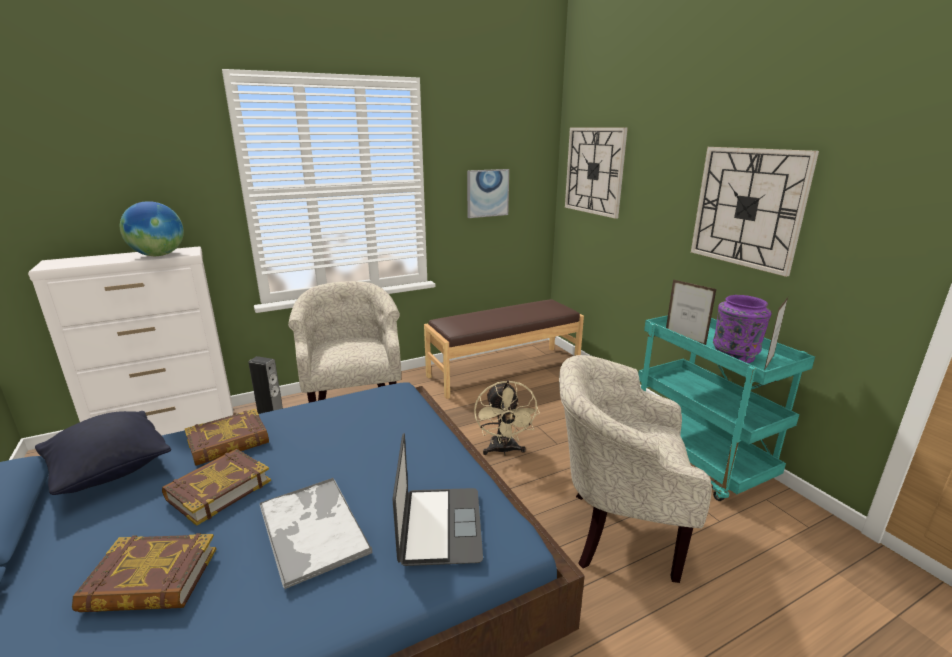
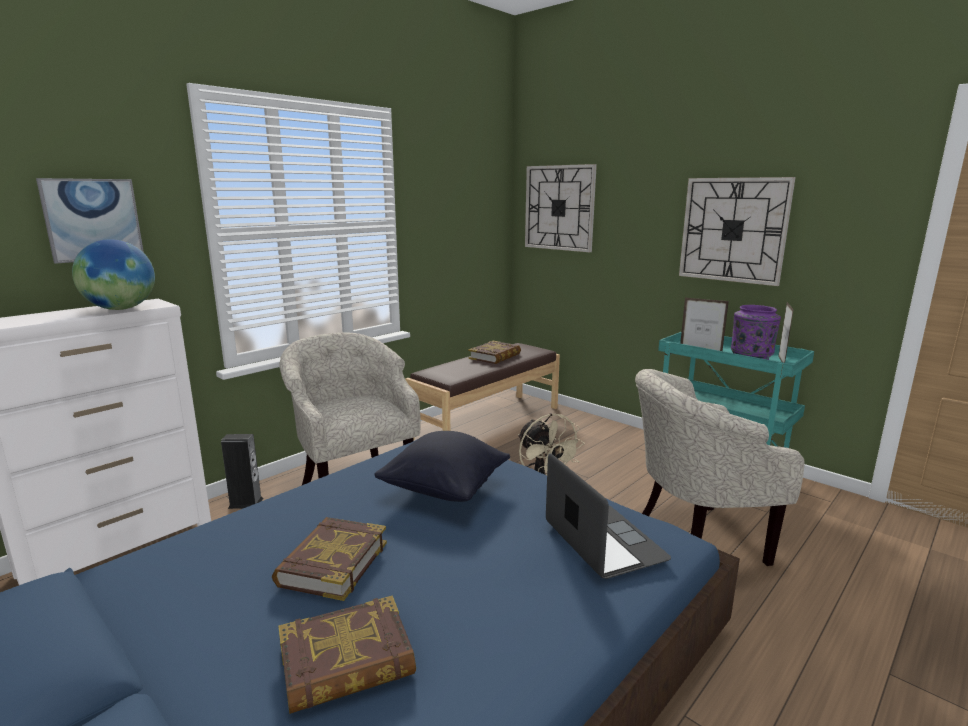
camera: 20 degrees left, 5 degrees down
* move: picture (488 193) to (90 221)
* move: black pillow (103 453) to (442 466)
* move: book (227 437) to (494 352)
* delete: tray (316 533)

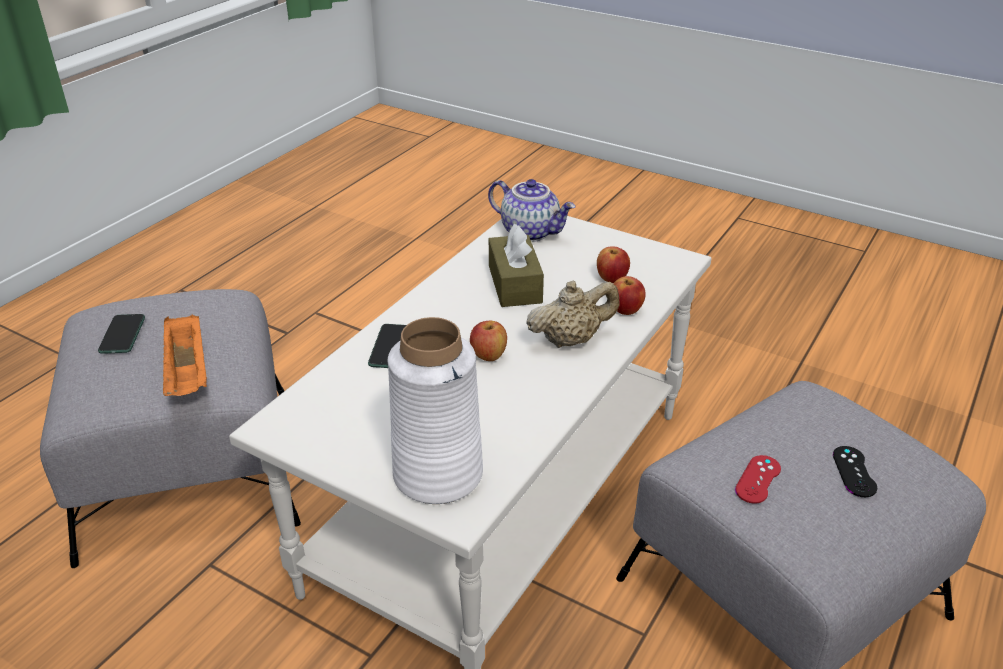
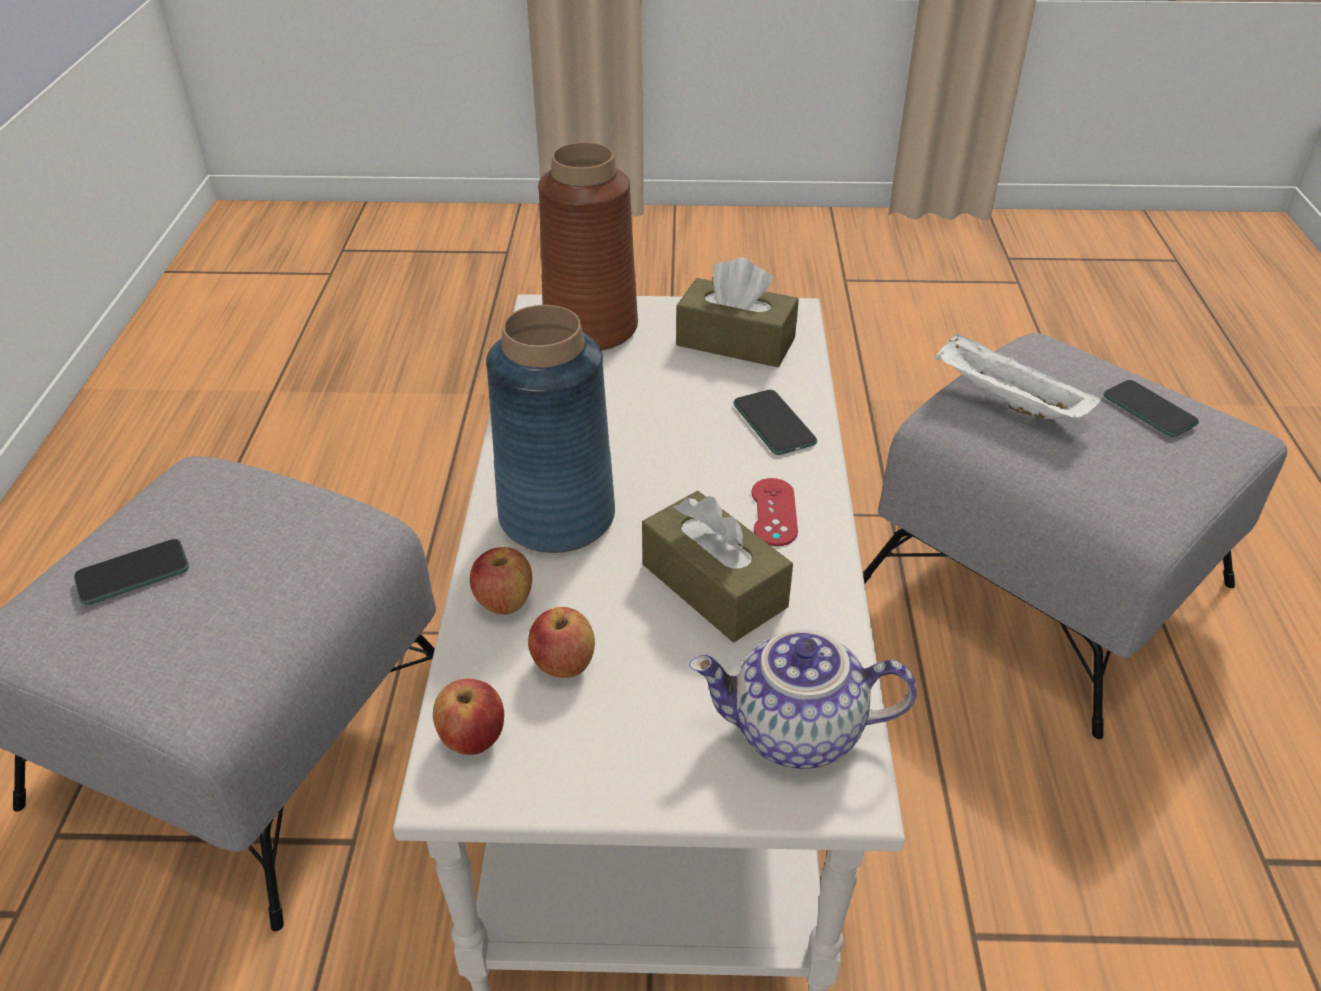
camera: 150 degrees right, 5 degrees up
* replace: black game controller (855 471) to phone (131 572)
* move: apple (488 341) to (468 717)
* replace: beige teapot (573 314) to blue vase (550 429)
* recolor: white vase (435 410) to brown vase (588 246)
* insert: brown tissue box (737 312)
* move: red game controller (758 479) to (774 512)
* recolor: orange tray (185 355) to white tray (1017 375)

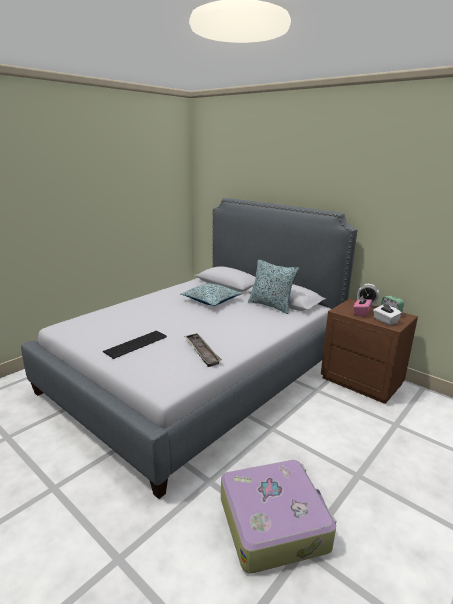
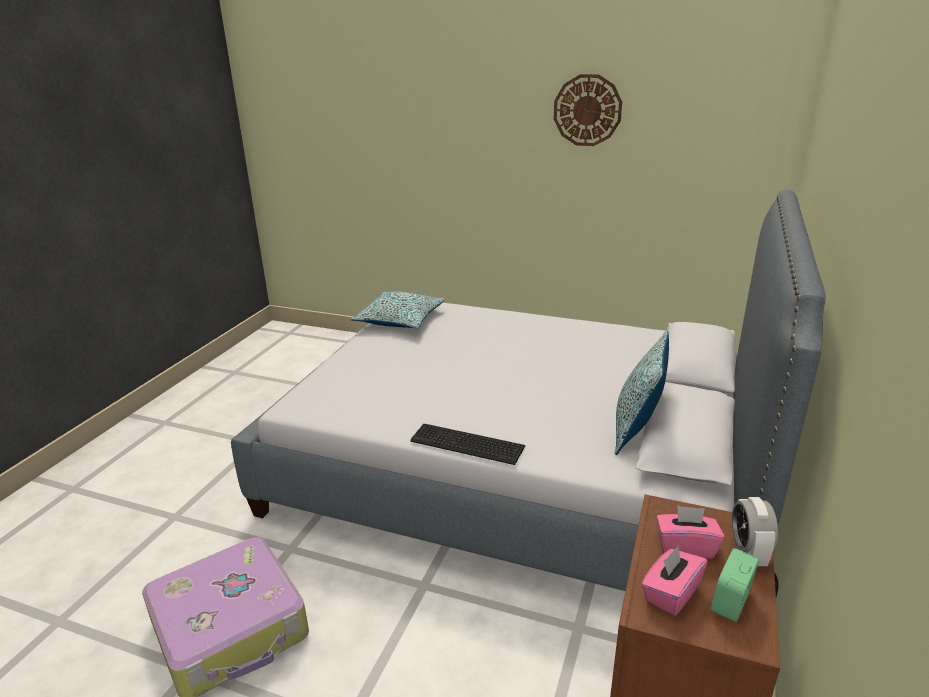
camera: 70 degrees right, 5 degrees up
* move: pillow (211 294) to (398 309)
* move: keyboard (135 345) to (467 444)
* insert: wall clock (588 110)
* recolor: white tissue box (387 314) to pink tissue box (674 581)
* delete: tray (203 350)

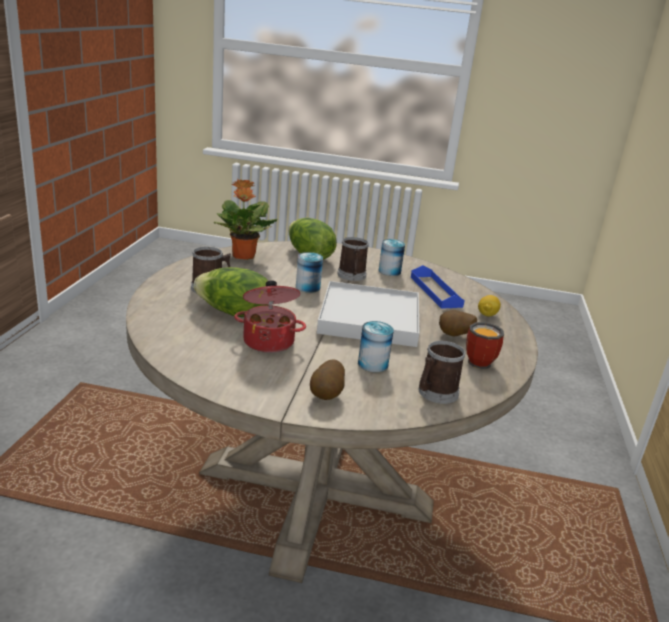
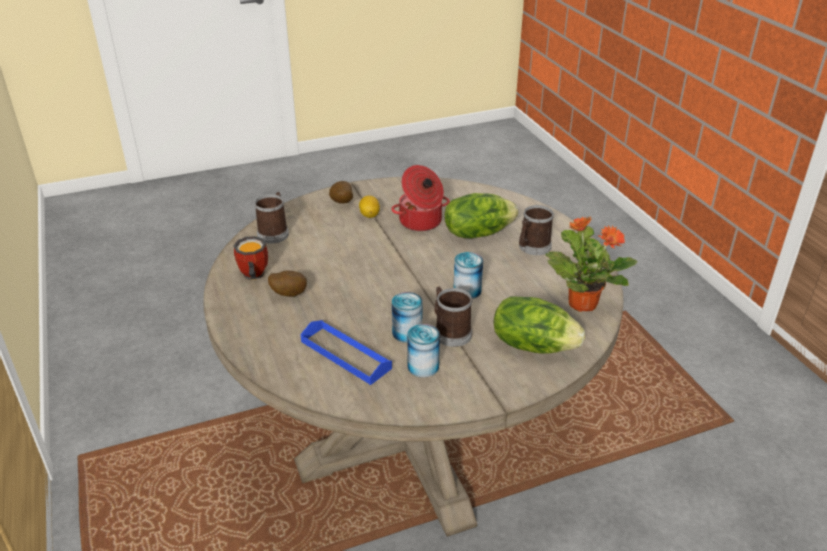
camera: 150 degrees right, 10 degrees up
* move: lemon (489 305) to (369 207)
* move: can (376 346) to (407 317)
* delete: white tray (368 314)

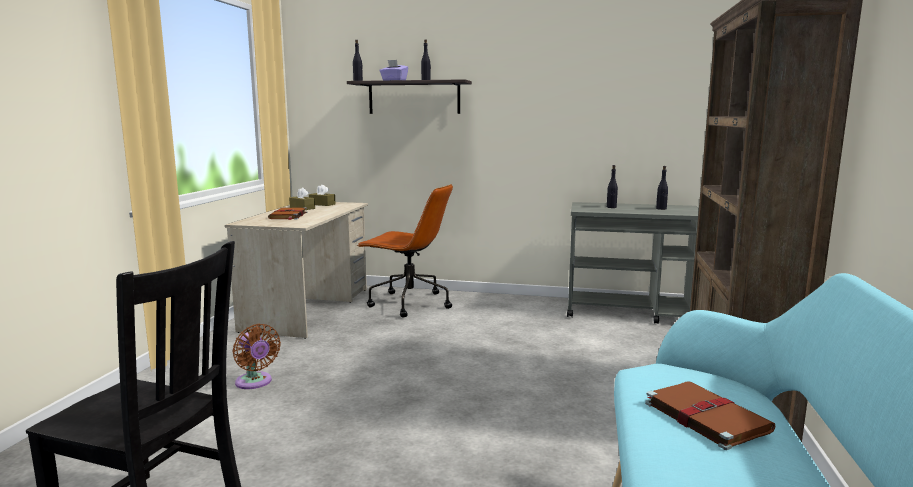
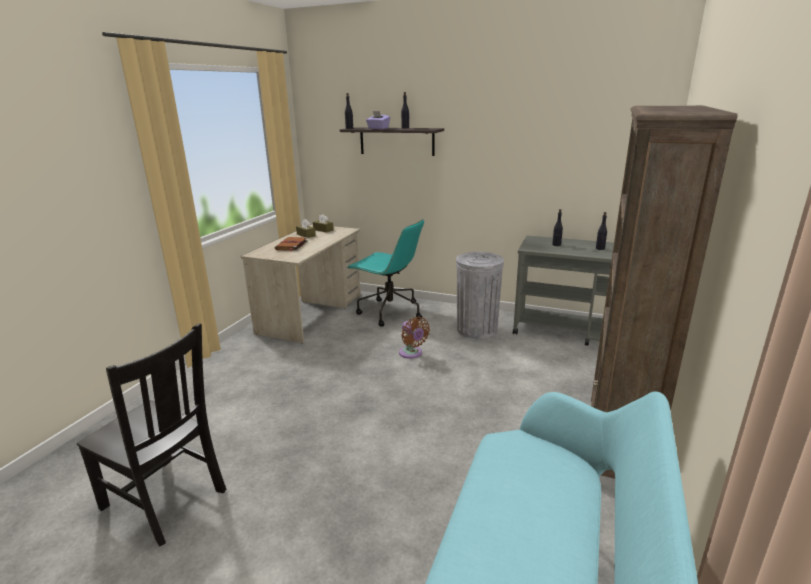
camera: 10 degrees right, 10 degrees up
* recolor: brown office chair (405 250) to turquoise office chair (385 273)
* move: brown fan (257 356) to (414 338)
* insert: grey trash can (480 295)
* delete: brown book (710 415)

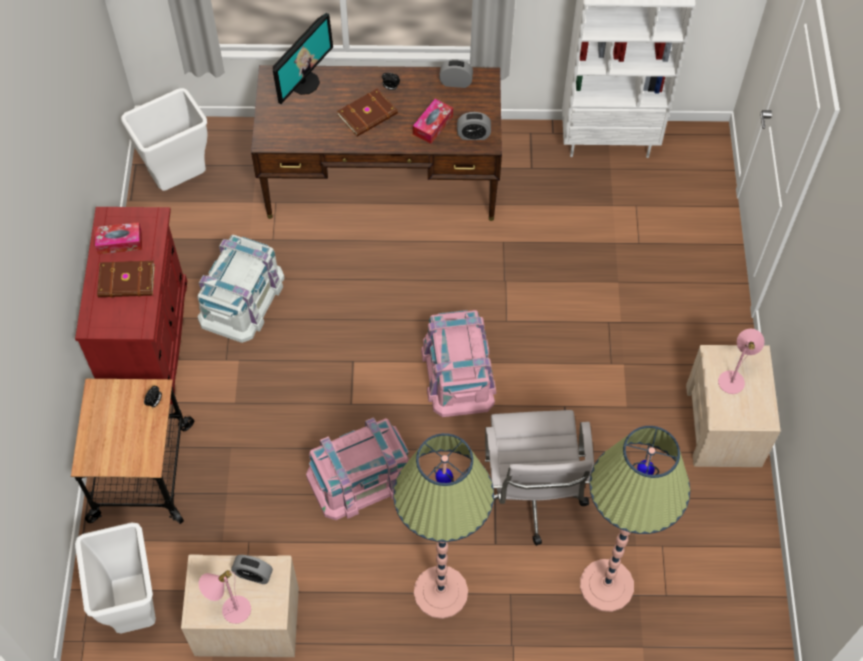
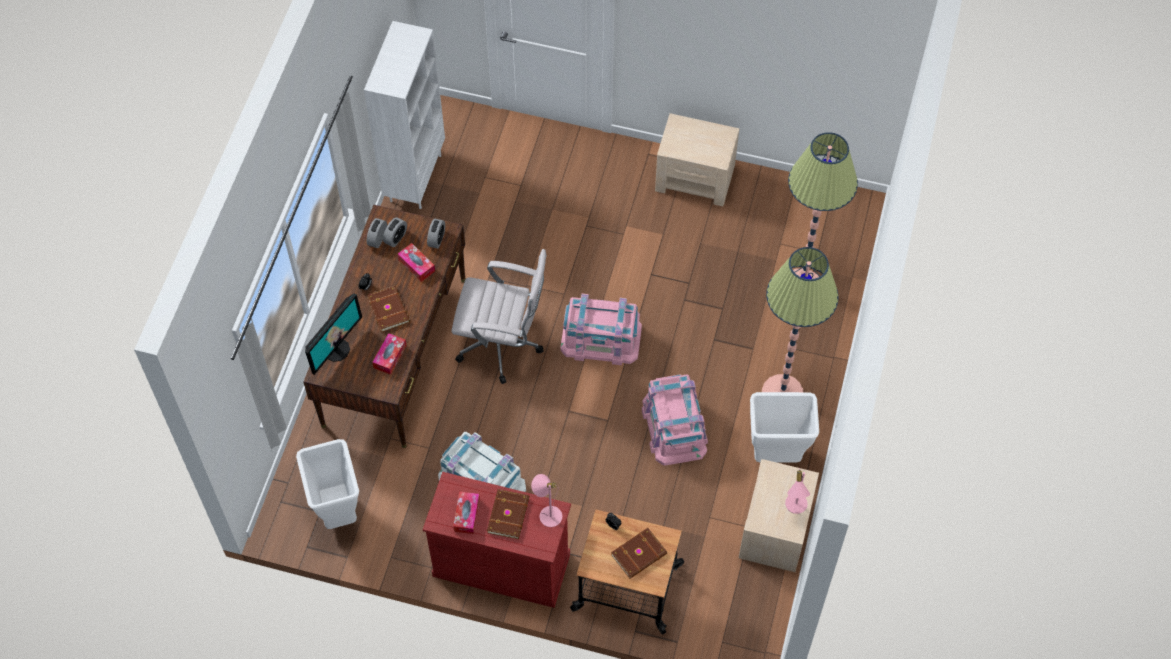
camera: 75 degrees left, 0 degrees up
* rotate: monitor (303 58) = (333 334) 75 degrees clockwise
* insert: tissue box (389 354)
* move: alarm clock (252 569) to (395 232)
* move: white office chair (539 478) to (499 316)
* move: pink table lamp (741 361) to (546 500)
* insert: brown book (639 553)
* move: white trash can (115 577) to (784 427)

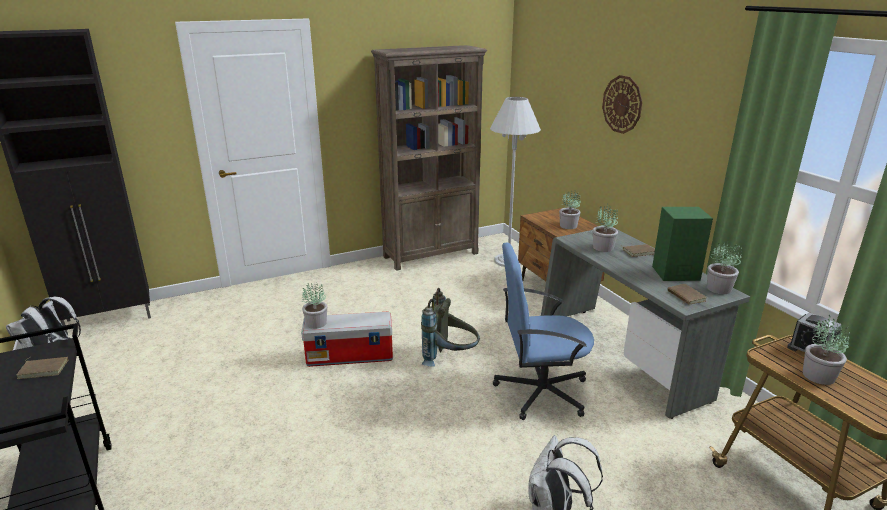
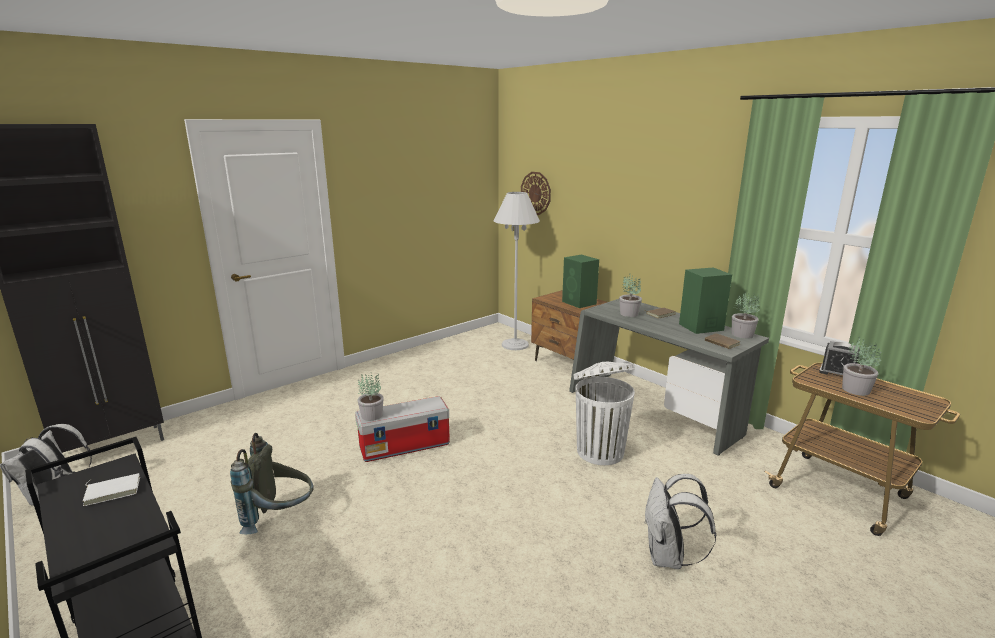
camera: 15 degrees left, 5 degrees down
* recolor: brown book (42 368) to white book (111 489)
* move: grey backpack (450 327) to (272 483)
* move: wall clock (622 104) to (536 193)
* replace: potted plant (570 210) to green speaker (580 281)
* replace: blue office chair (543 331) to white trash can (604 413)
* delete: brown bookcase (429 158)

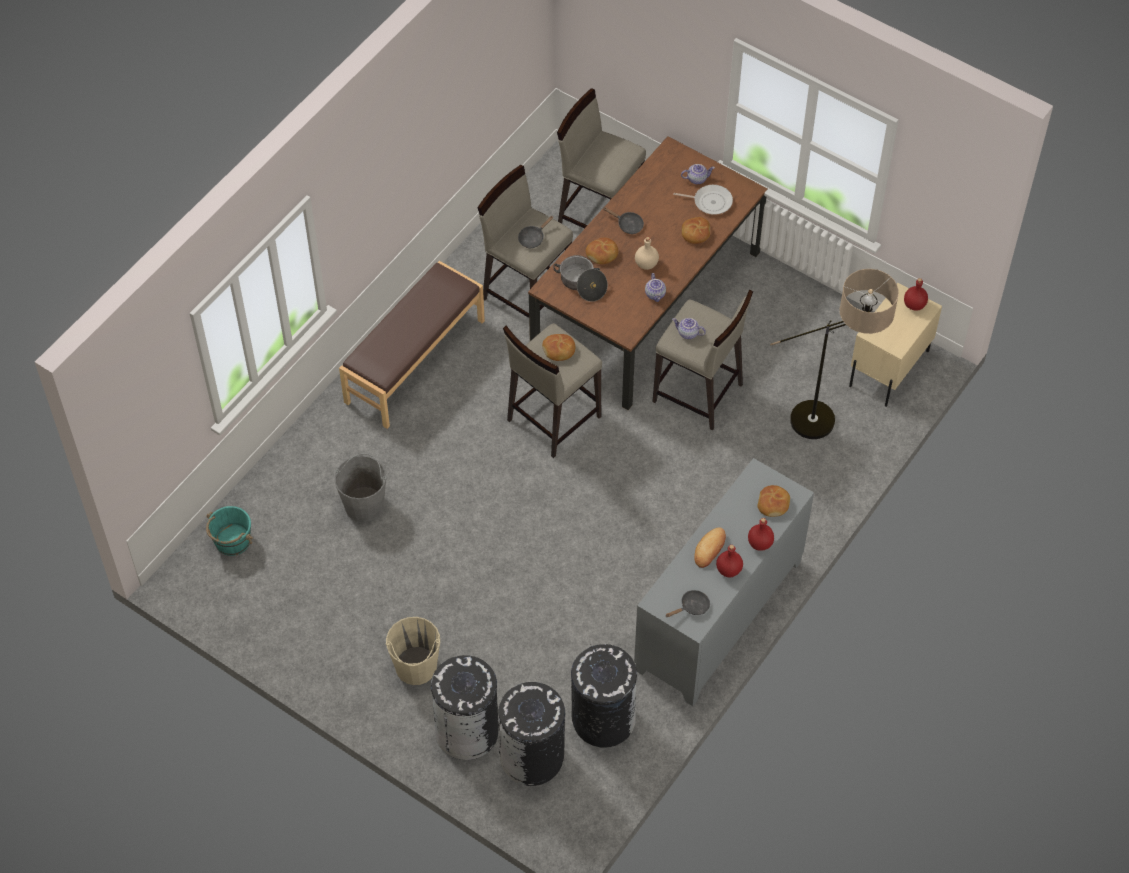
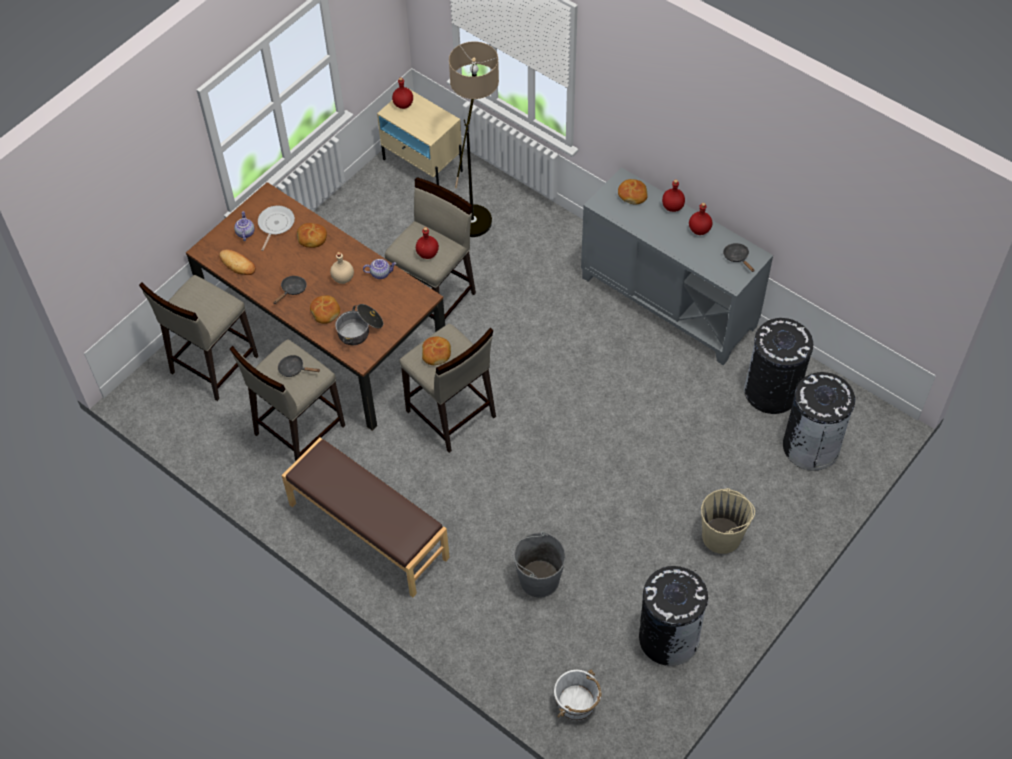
camera: 85 degrees left, 0 degrees up
* move: bread (710 547) to (237 262)
* rotate: black frying pan (535 232) = (299 366) 150 degrees clockwise
* replace: teapot (689 328) to red bottle (427 243)
* recolor: turquoise bucket (229 531) to white bucket (577 695)
* move: black trash can (465 707) to (673 616)

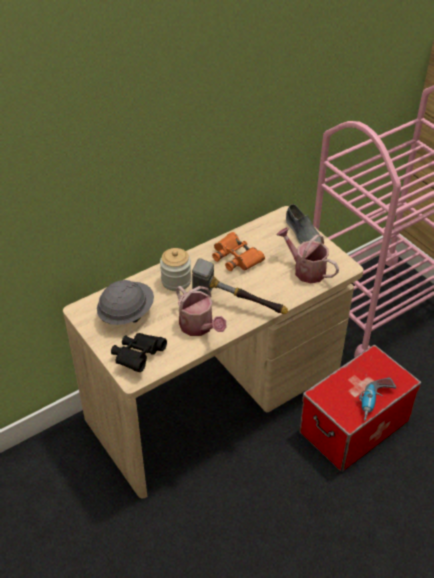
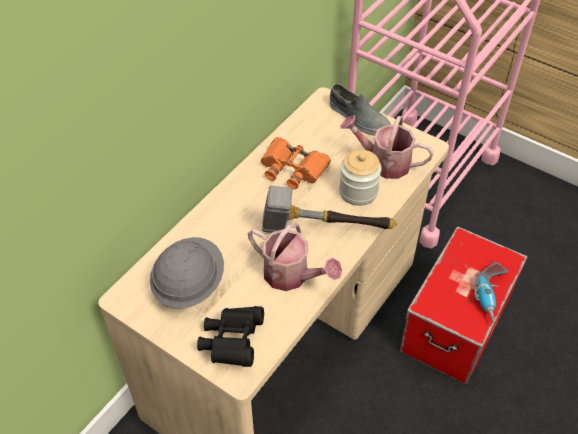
camera: 20 degrees left, 5 degrees up
* move: jar (175 269) to (360 177)

